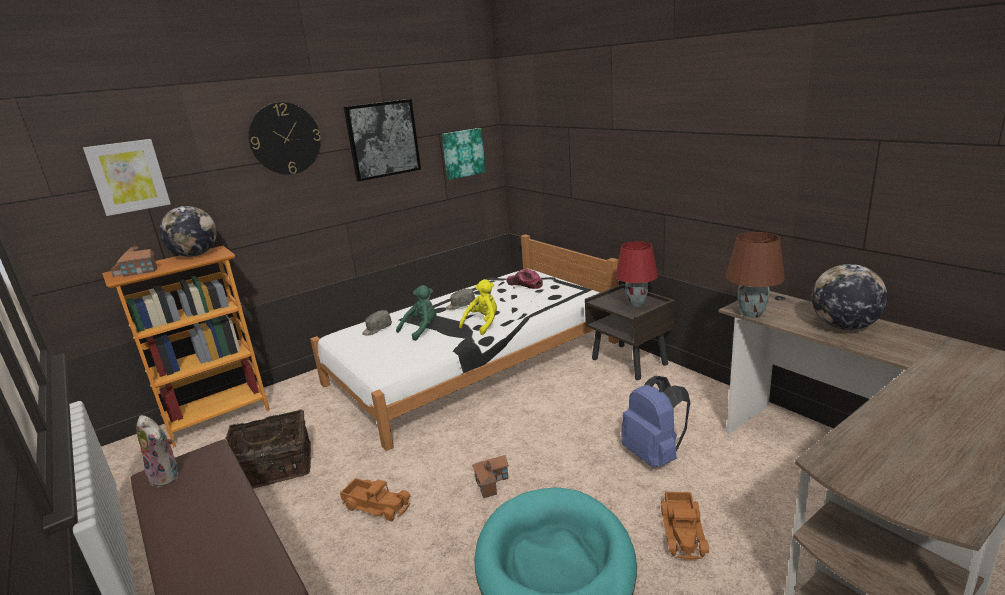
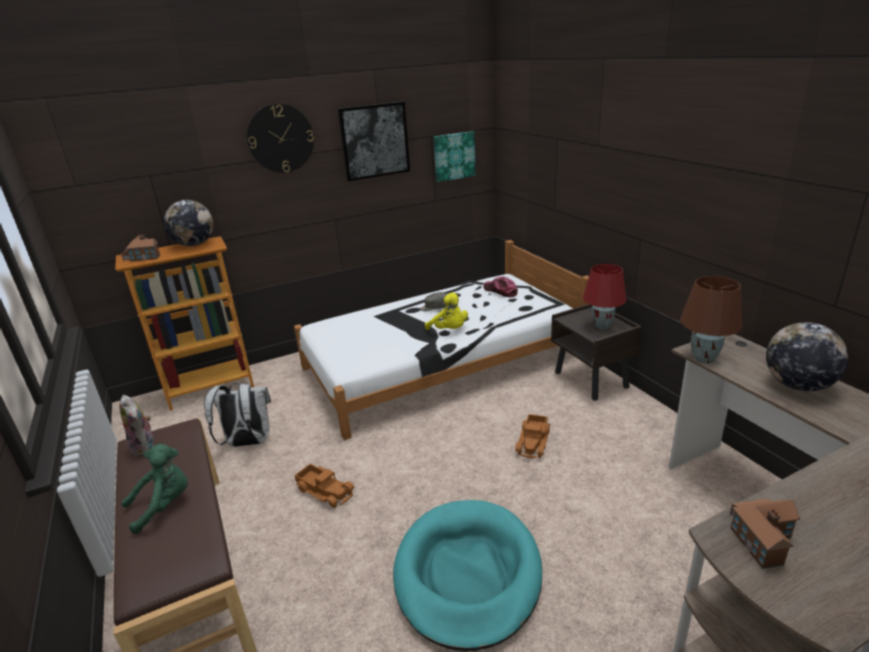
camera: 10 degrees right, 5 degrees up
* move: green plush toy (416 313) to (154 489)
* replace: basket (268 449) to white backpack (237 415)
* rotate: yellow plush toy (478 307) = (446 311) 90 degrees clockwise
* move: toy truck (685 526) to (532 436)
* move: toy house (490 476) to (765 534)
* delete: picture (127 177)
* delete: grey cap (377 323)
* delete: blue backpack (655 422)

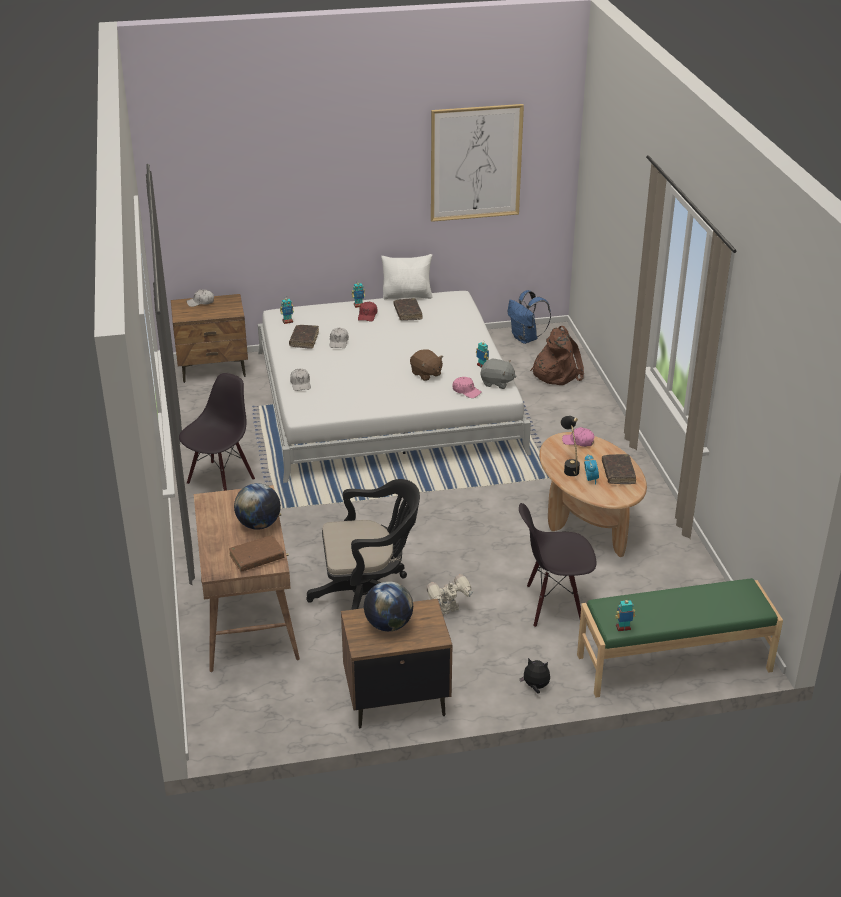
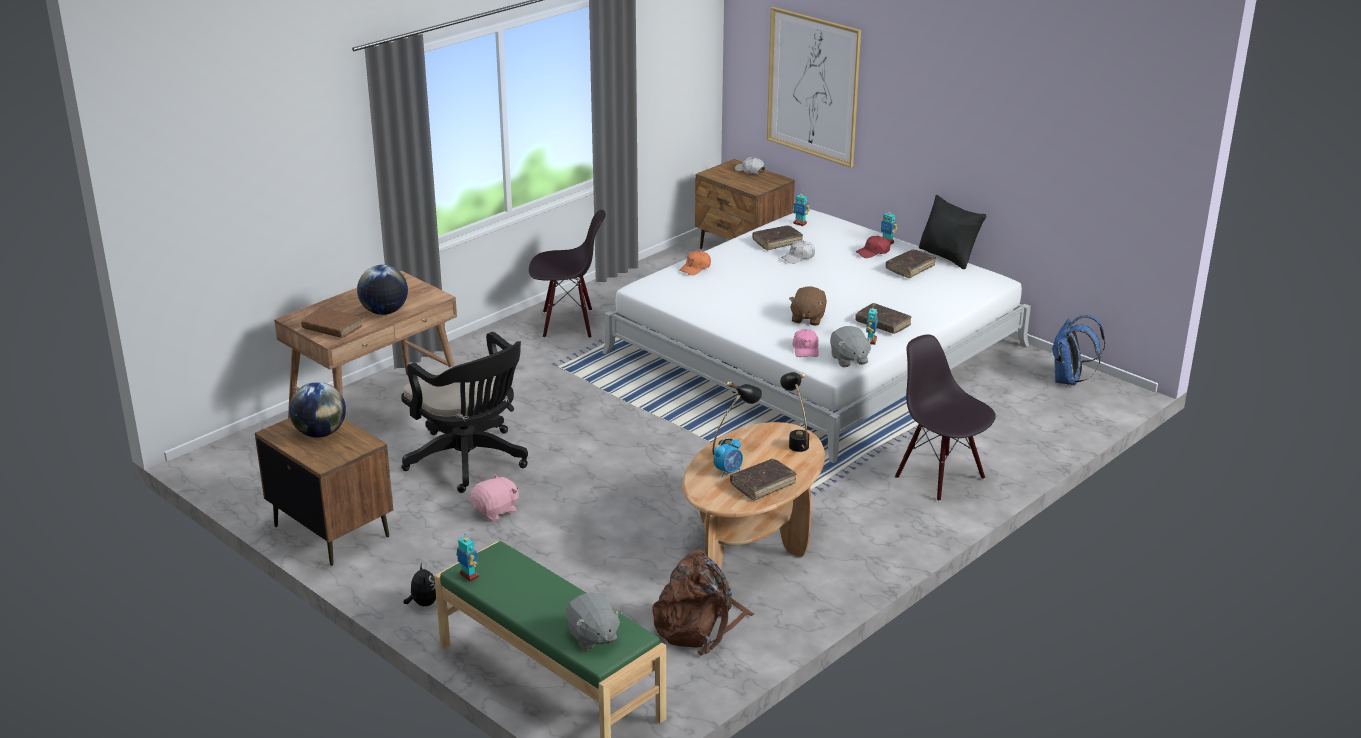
camera: 55 degrees right, 5 degrees down
* replace: toy robot (450 594) to pink plush toy (494 497)
* insert: grey plush toy (594 621)
* move: brown backpack (557 355) to (703 603)
* recolor: white cap (300 380) to orange cap (695 263)
* move: picture (477 163) to (814 87)
* replace: pink cap (578 437) to black table lamp (794 412)
* insert: brown book (883 318)
* move: black chair (558 565) to (945 418)
* recolor: white pillow (406 276) to black pillow (952 232)

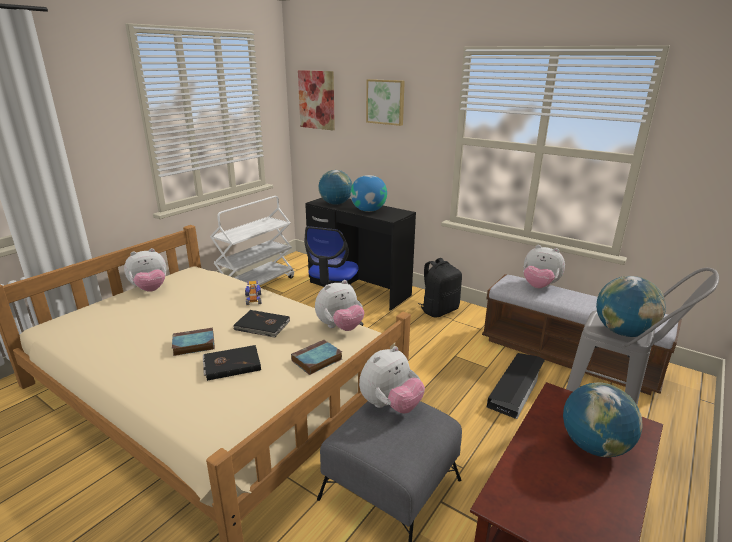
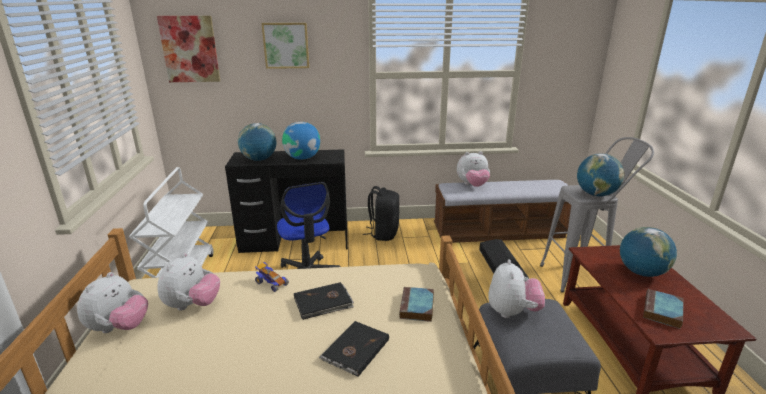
camera: 40 degrees left, 0 degrees up
* move: plush toy (339 305) to (188 282)
* move: book (193 342) to (663 309)

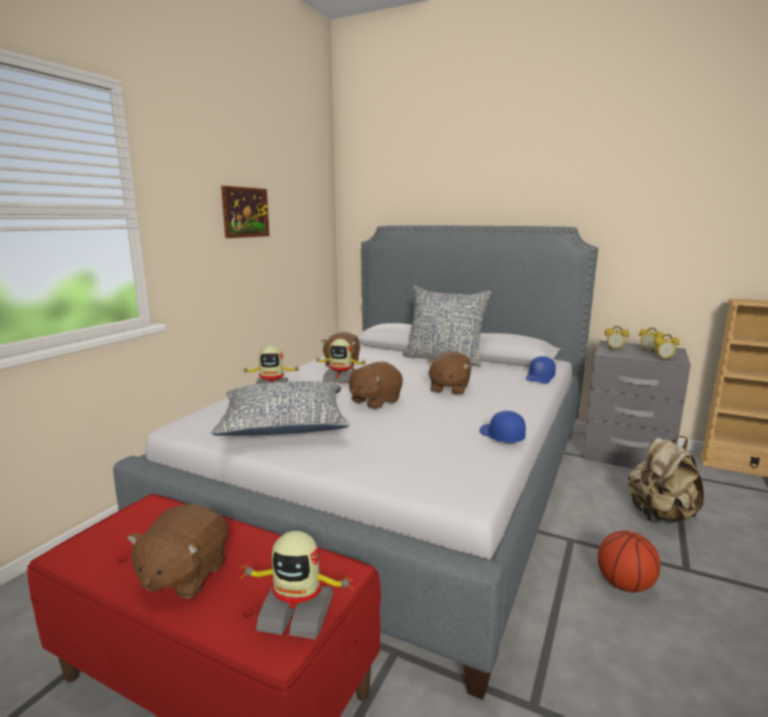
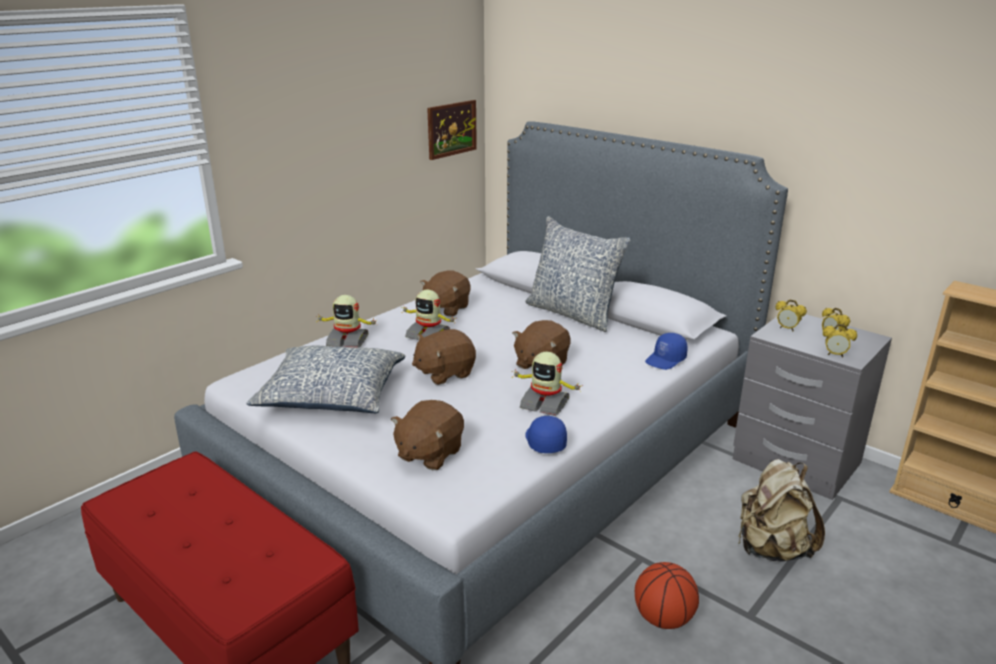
camera: 15 degrees right, 10 degrees up
* move: brown plush toy (177 551) to (427 435)
* move: picture (245 212) to (452 130)
* move: toy robot (297 585) to (547 384)

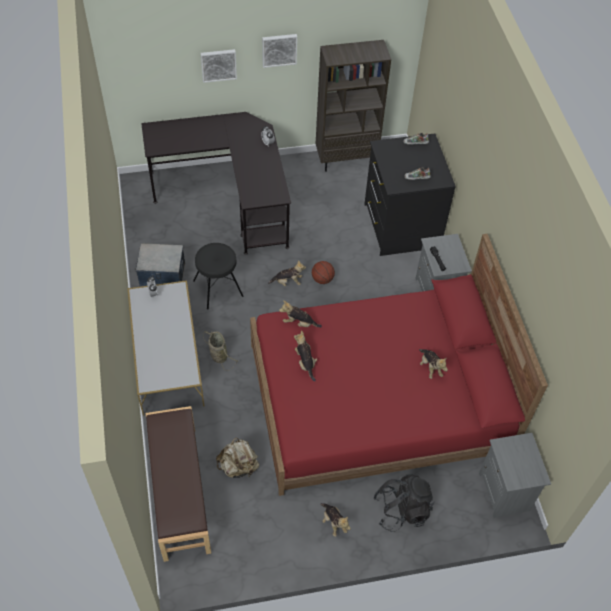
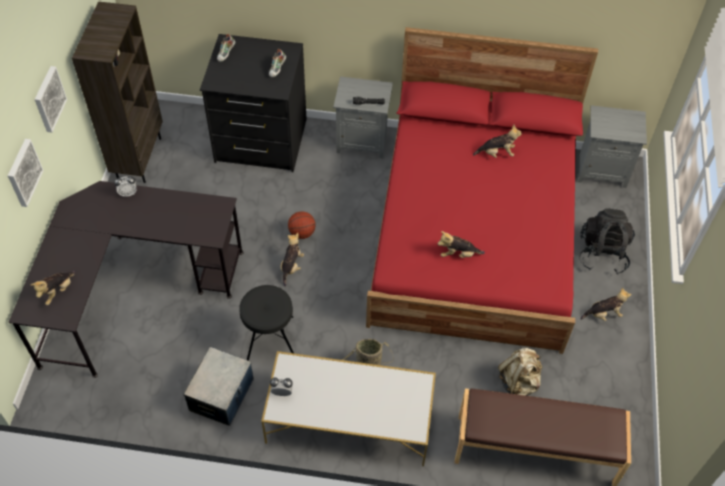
camera: 70 degrees left, 0 degrees up
* move: plush toy (300 313) to (53 288)

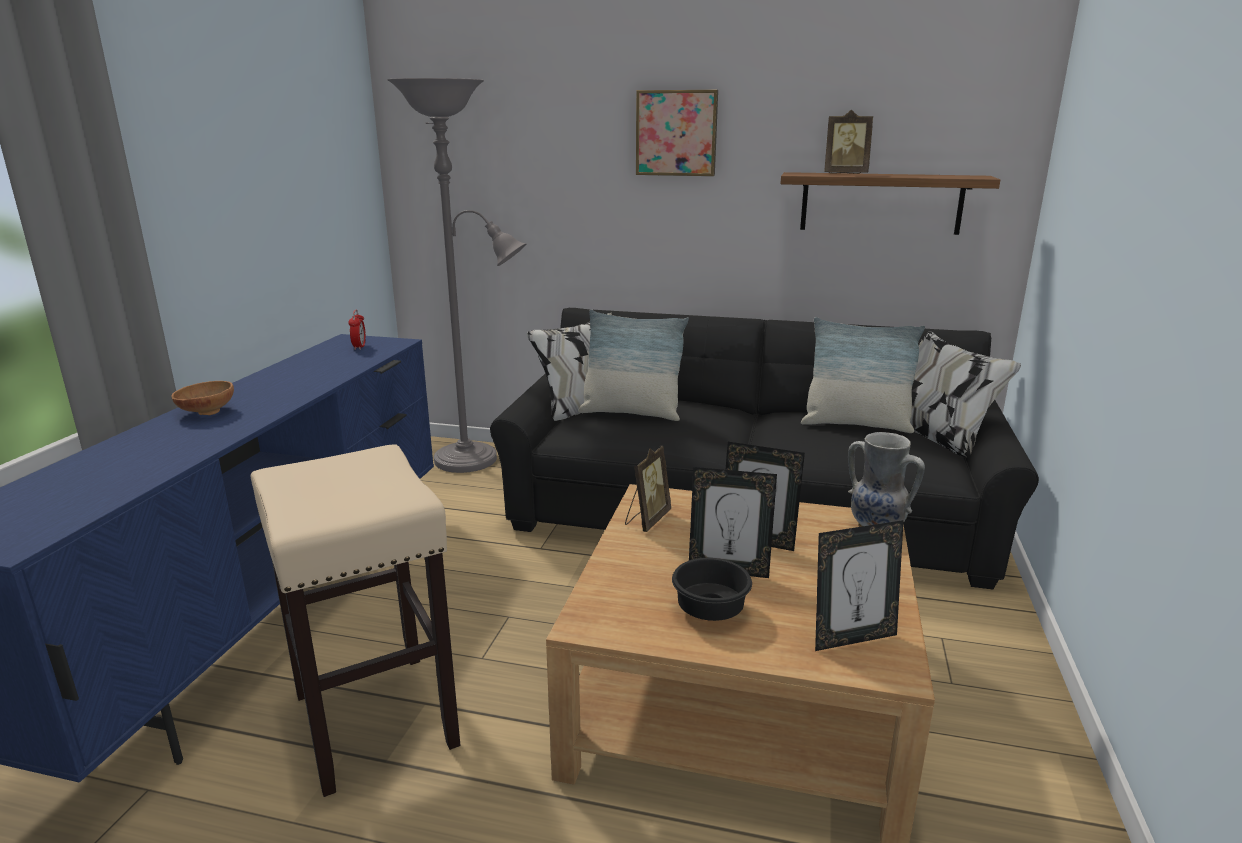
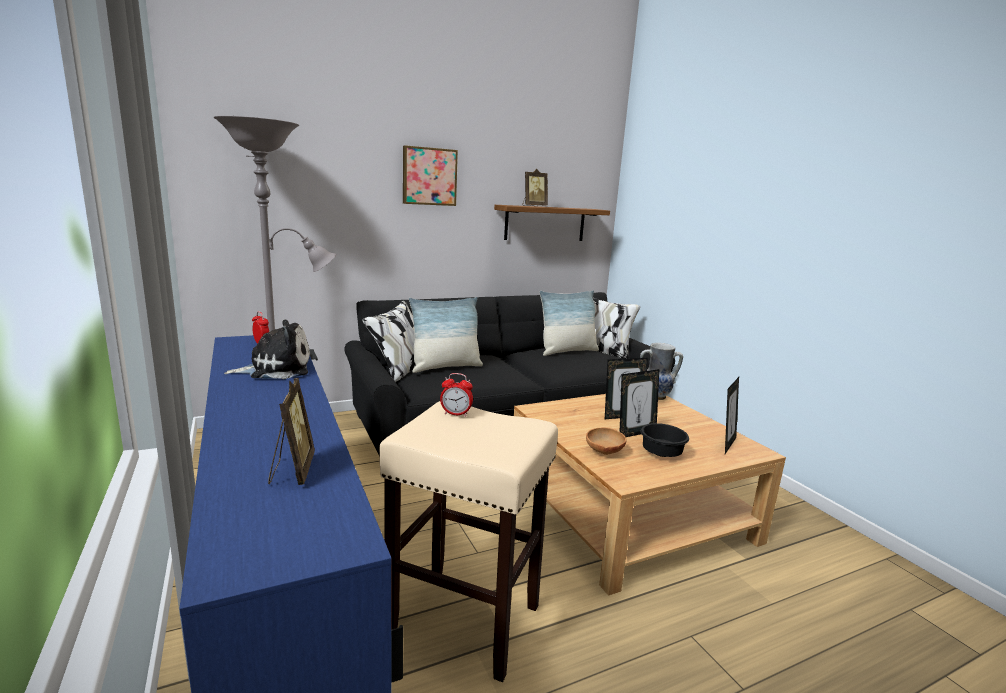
camera: 40 degrees left, 5 degrees down
* insert: plush toy (267 349)
* move: picture frame (648 489) to (291 431)
* insert: alarm clock (456 394)
* move: brown bowl (202 398) to (606 441)

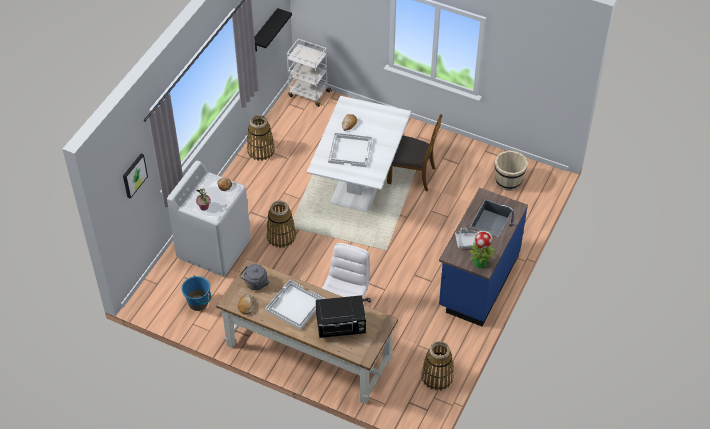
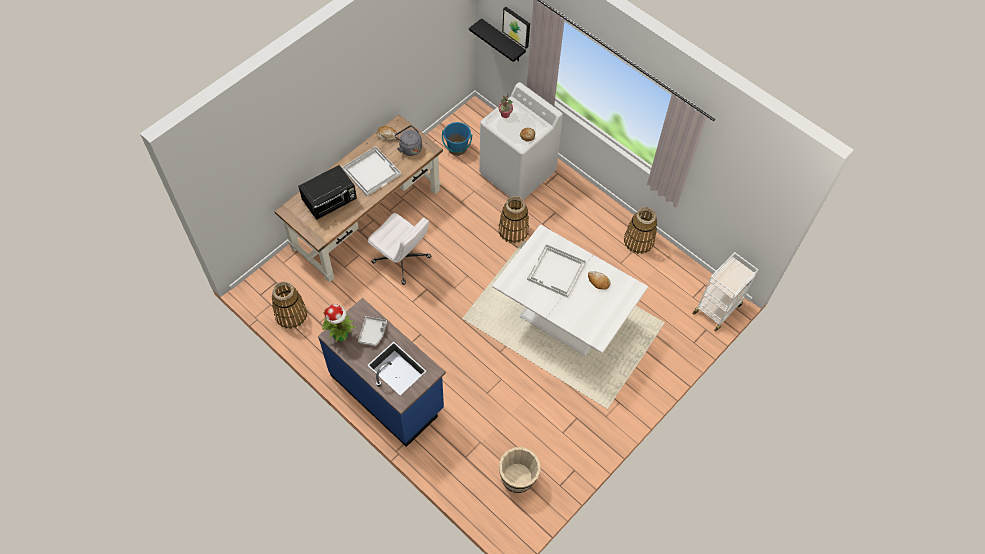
camera: 105 degrees right, 10 degrees up
* rotate: black microwave (341 316) = (327 192) 135 degrees counterclockwise
* move: black shelf (273 30) to (497 40)
* delete: brown chair (415 152)

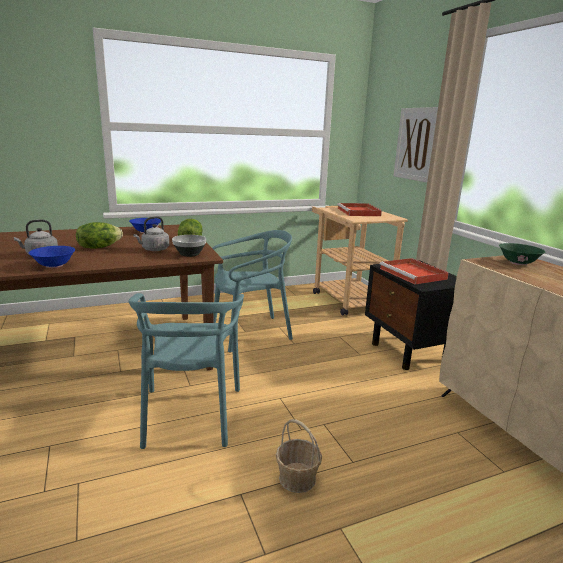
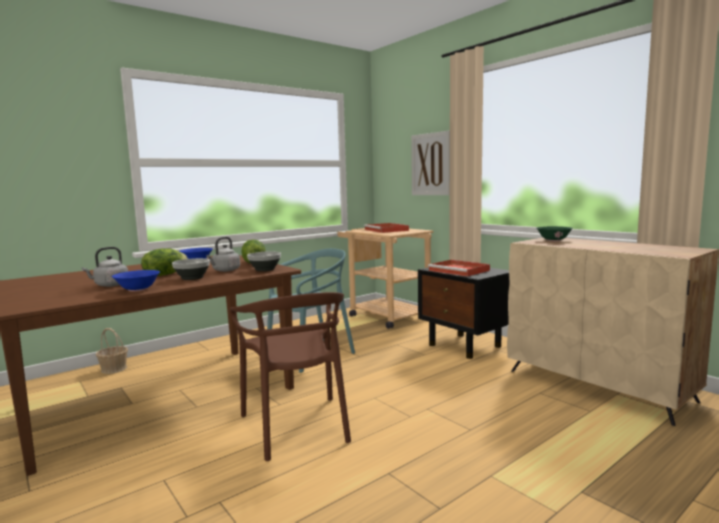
camera: 15 degrees left, 10 degrees down
* move: basket (299 456) to (112 351)
* insert: bowl (191 269)
* recolor: turquoise chair (186 371) to brown chair (290 376)

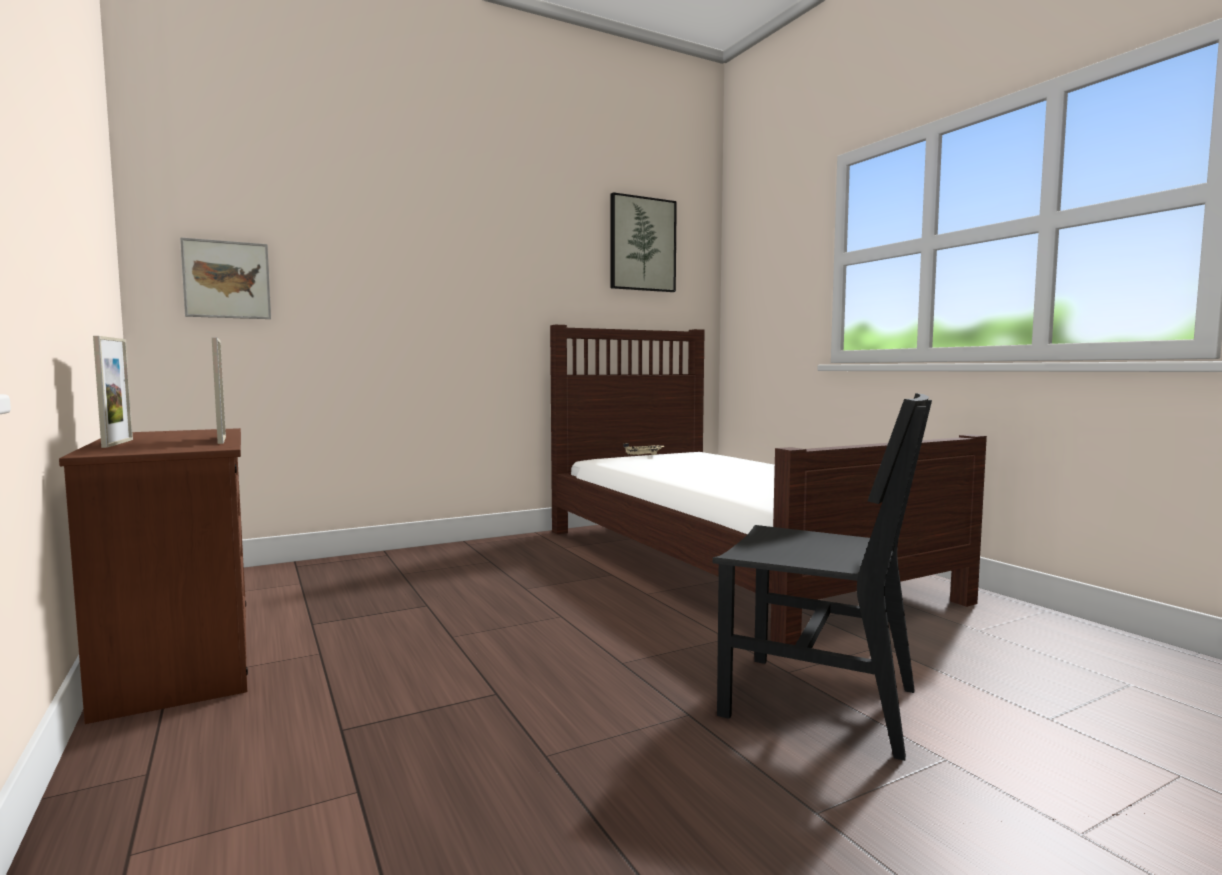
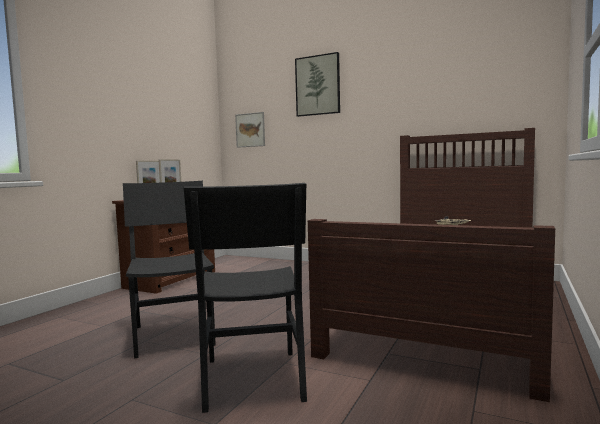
camera: 55 degrees right, 0 degrees up
* insert: black chair (169 270)
* move: picture (643 242) to (317 84)

